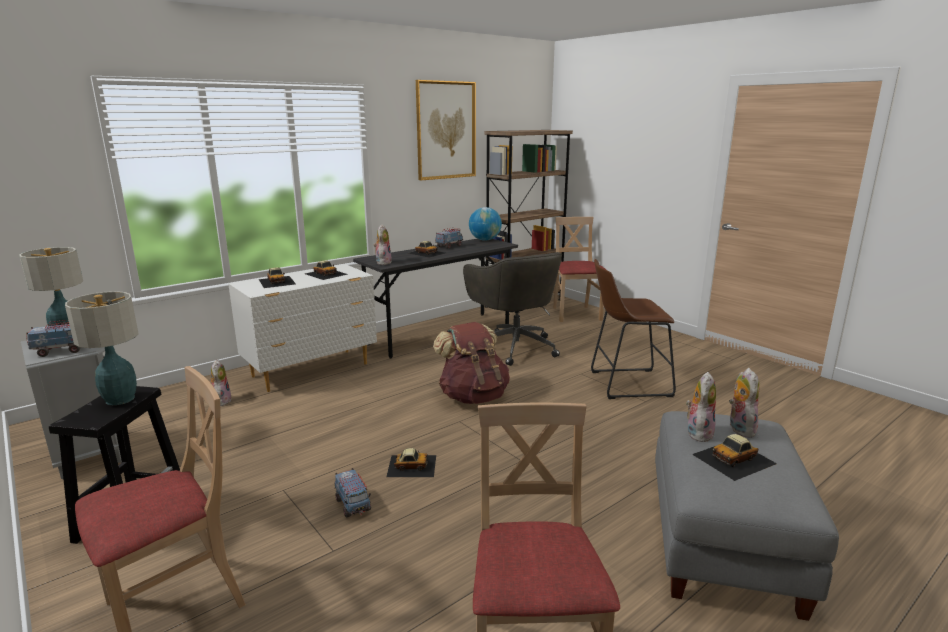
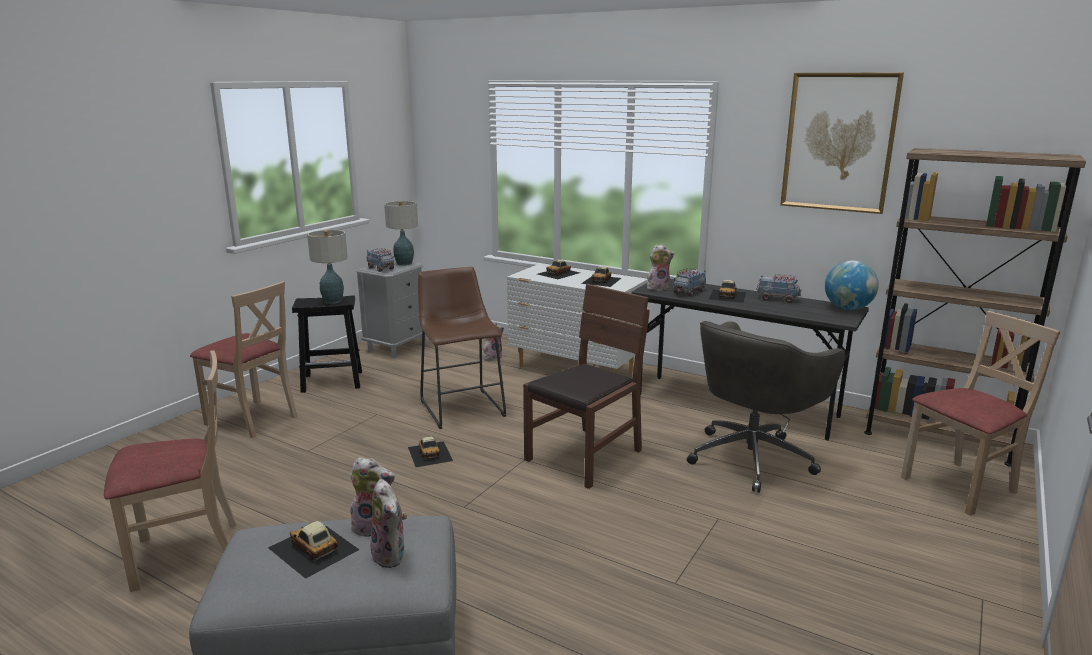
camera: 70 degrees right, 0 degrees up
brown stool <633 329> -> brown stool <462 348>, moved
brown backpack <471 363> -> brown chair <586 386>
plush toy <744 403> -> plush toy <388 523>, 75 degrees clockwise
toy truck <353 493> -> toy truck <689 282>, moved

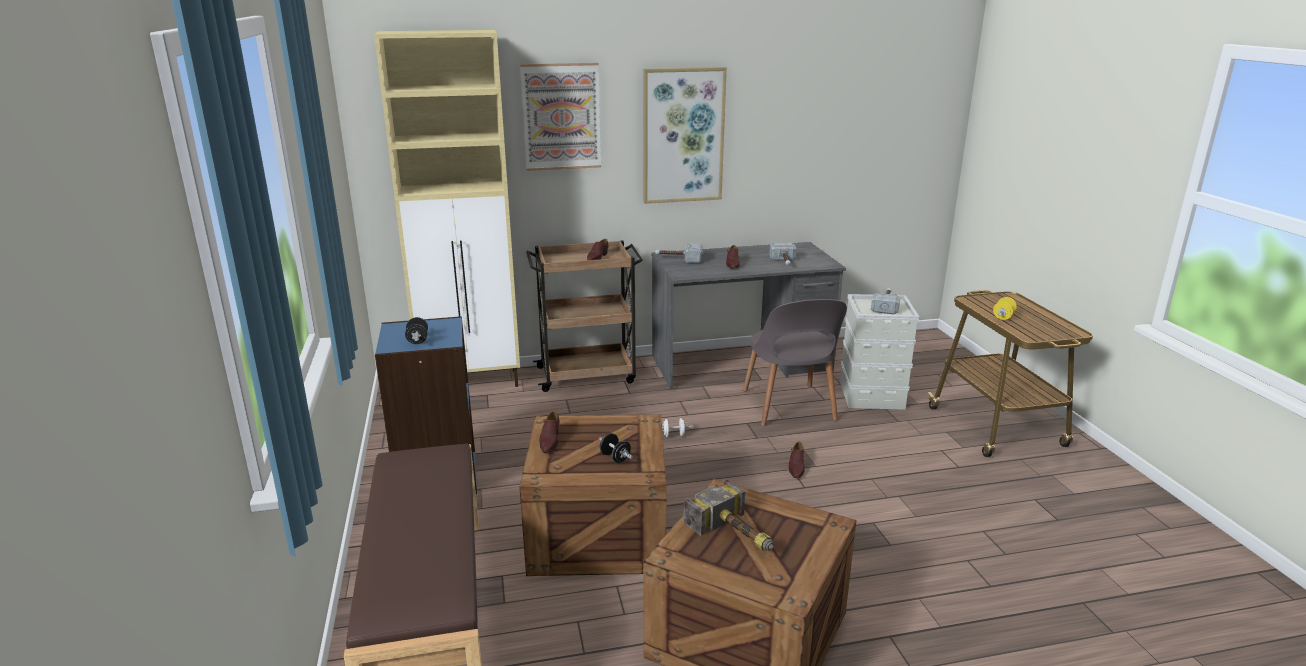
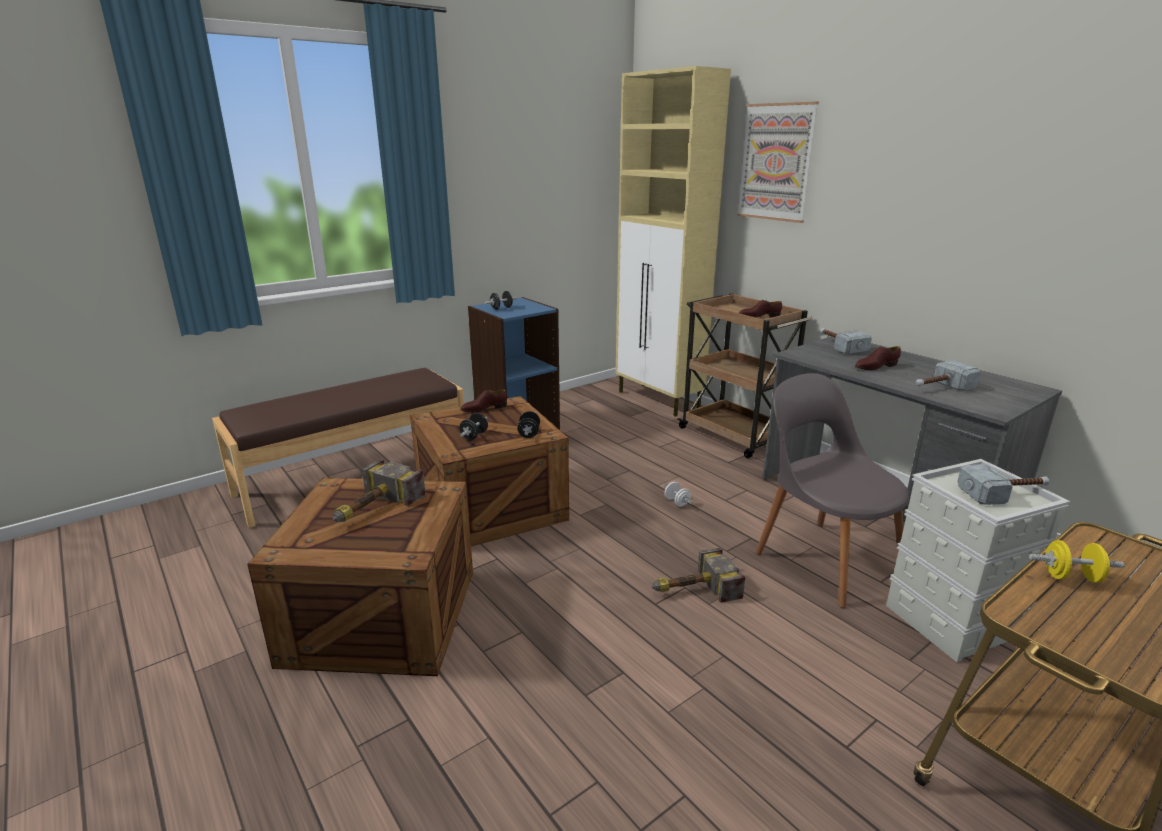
camera: 65 degrees right, 0 degrees up
picture <685 135> -> none
grey chair <795 362> -> grey chair <832 490>, 90 degrees clockwise
brown shoe <796 460> -> hammer <698 575>
none -> black dumbbell <528 424>

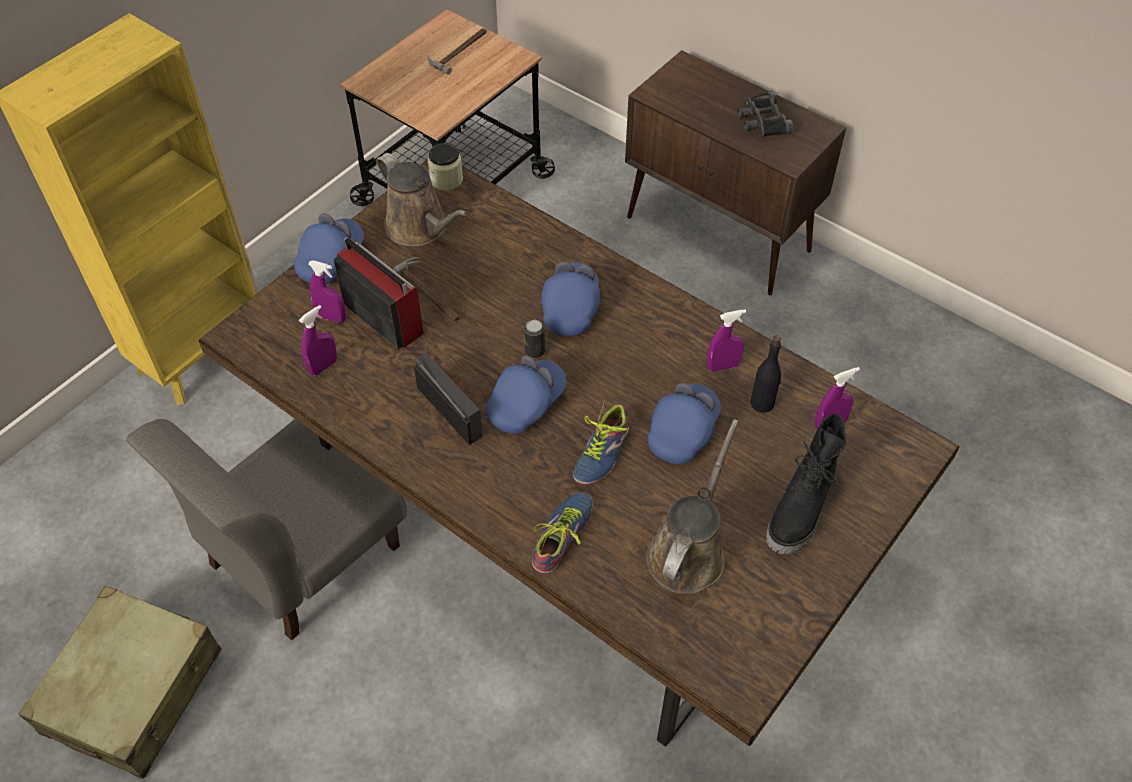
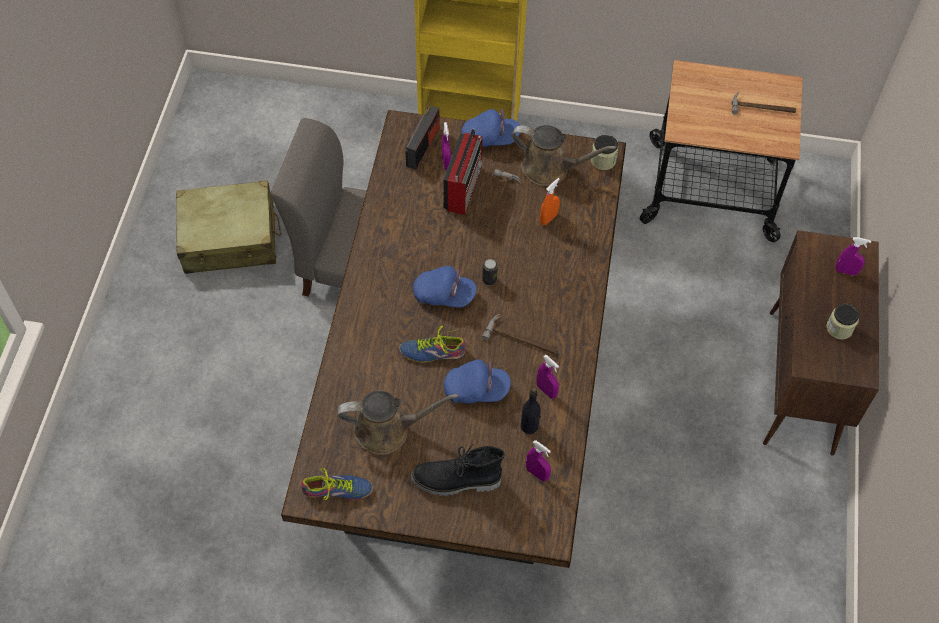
camera: 60 degrees right, 5 degrees up
black binoculars <765 114> -> jar <842 322>
brown watering can <422 200> -> brown watering can <563 155>, 90 degrees counterclockwise
blue cap <571 299> -> none
purple spray bottle <318 340> -> purple spray bottle <853 256>, moved
radio <448 399> -> radio <422 136>, moved
shoe <562 533> -> shoe <337 484>, moved
none -> orange spray bottle <550 201>
none -> hammer <519 334>

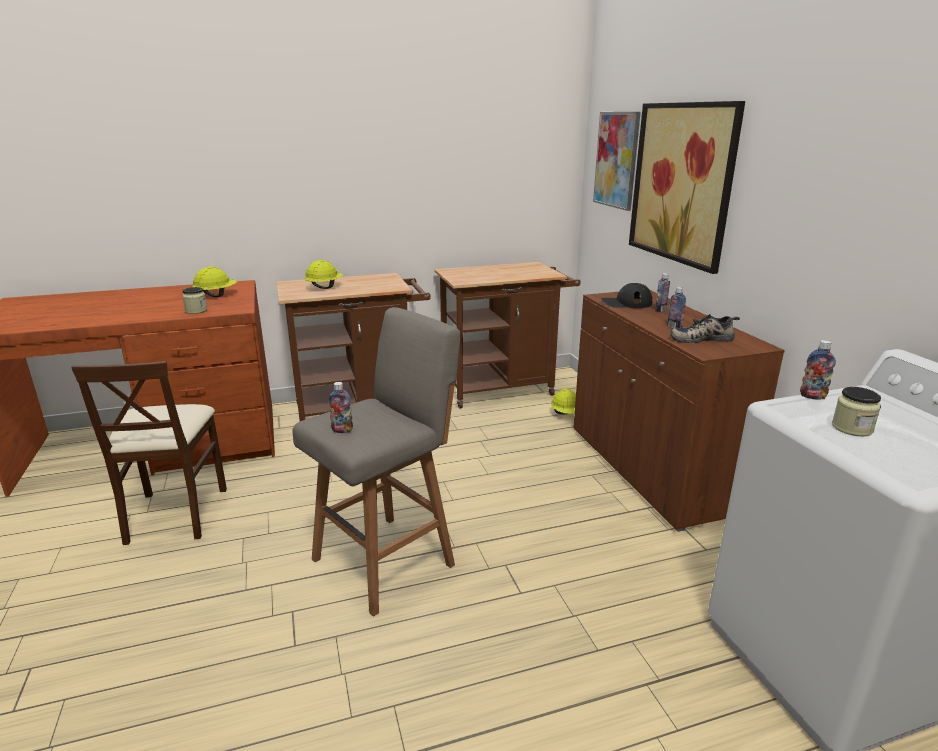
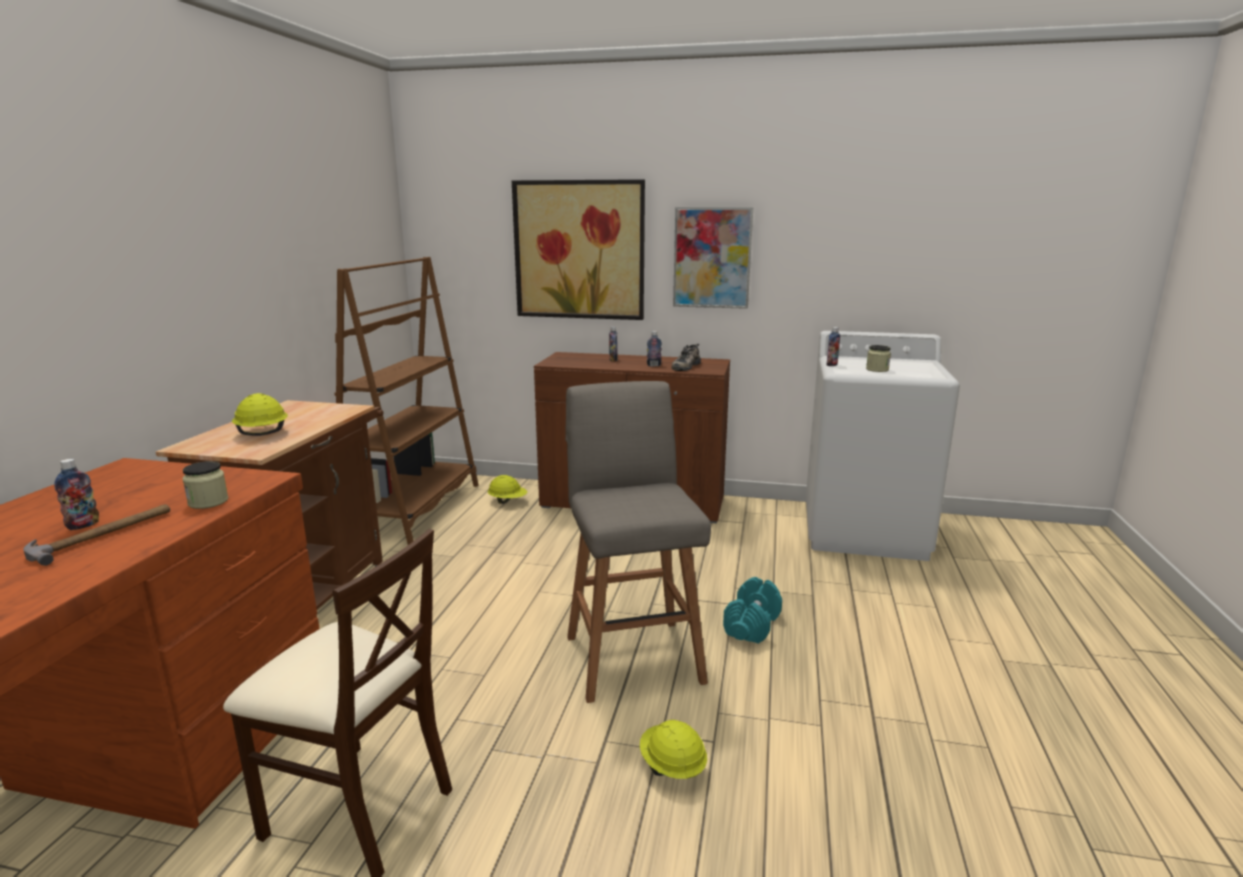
camera: 60 degrees left, 5 degrees down
picture <617 161> -> picture <713 258>, moved
brown cart <507 335> -> brown bookcase <407 401>
yellow hard hat <214 281> -> yellow hard hat <673 749>, moved
black cap <627 295> -> none
bottle <340 407> -> bottle <76 494>, moved
none -> hammer <96 535>
none -> turquoise dumbbell <752 610>

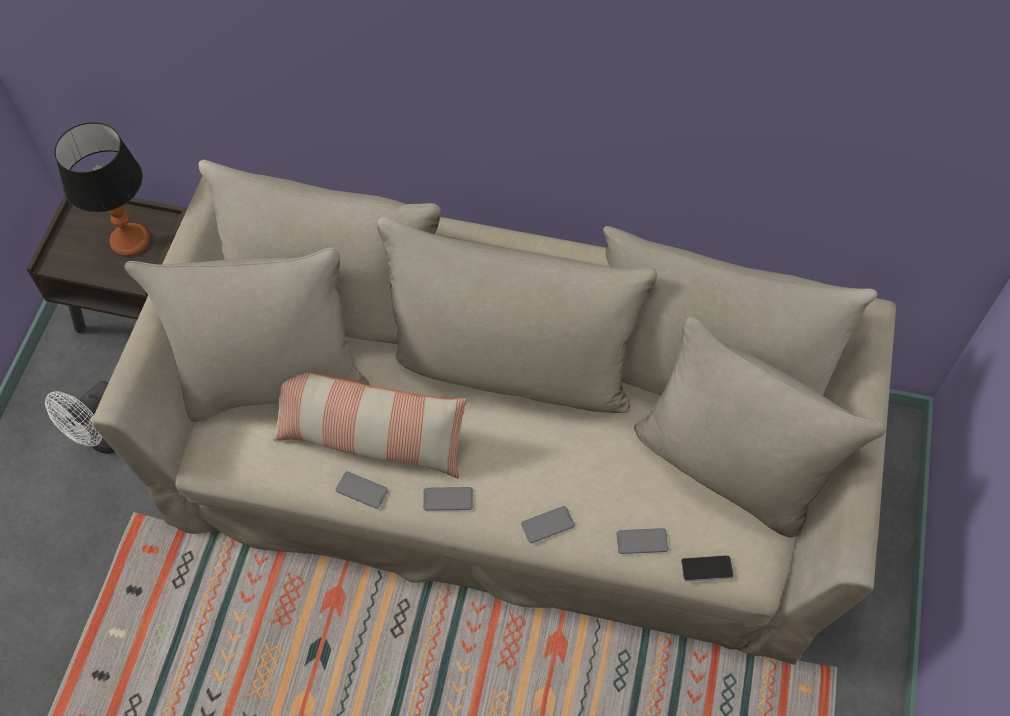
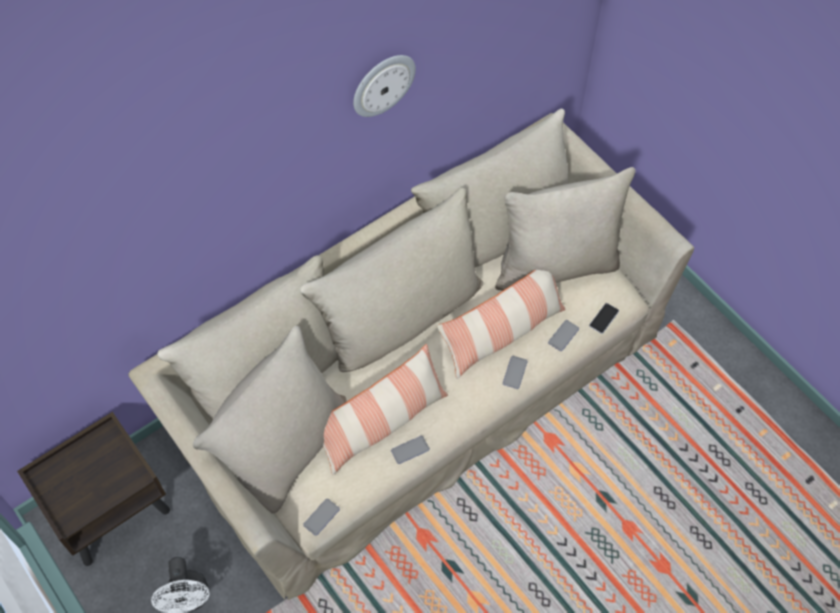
camera: 50 degrees left, 0 degrees up
table lamp <102 189> -> none
phone <447 499> -> phone <321 517>, moved
none -> wall clock <384 86>
none -> pillow <501 324>

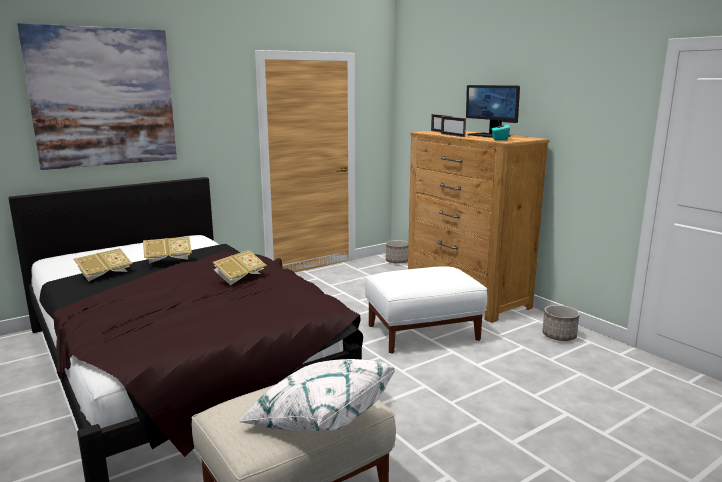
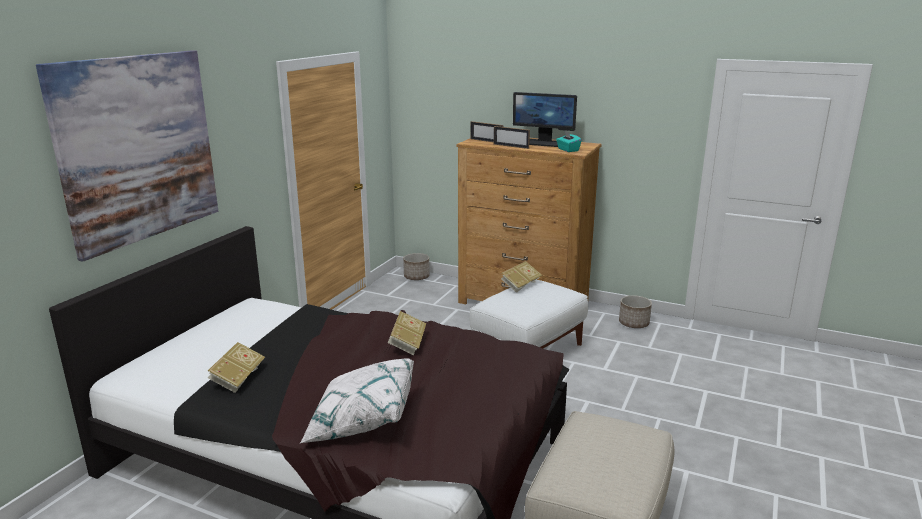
camera: 30 degrees left, 5 degrees up
book <167 250> -> book <521 277>, moved
white pillow <316 395> -> white pillow <357 400>, moved

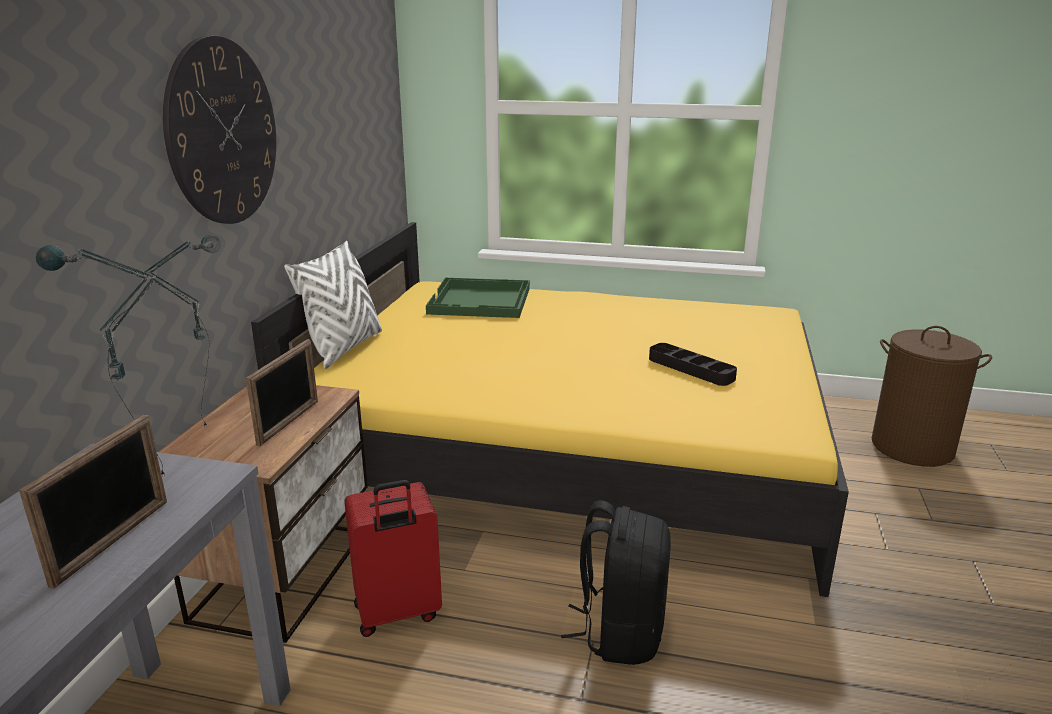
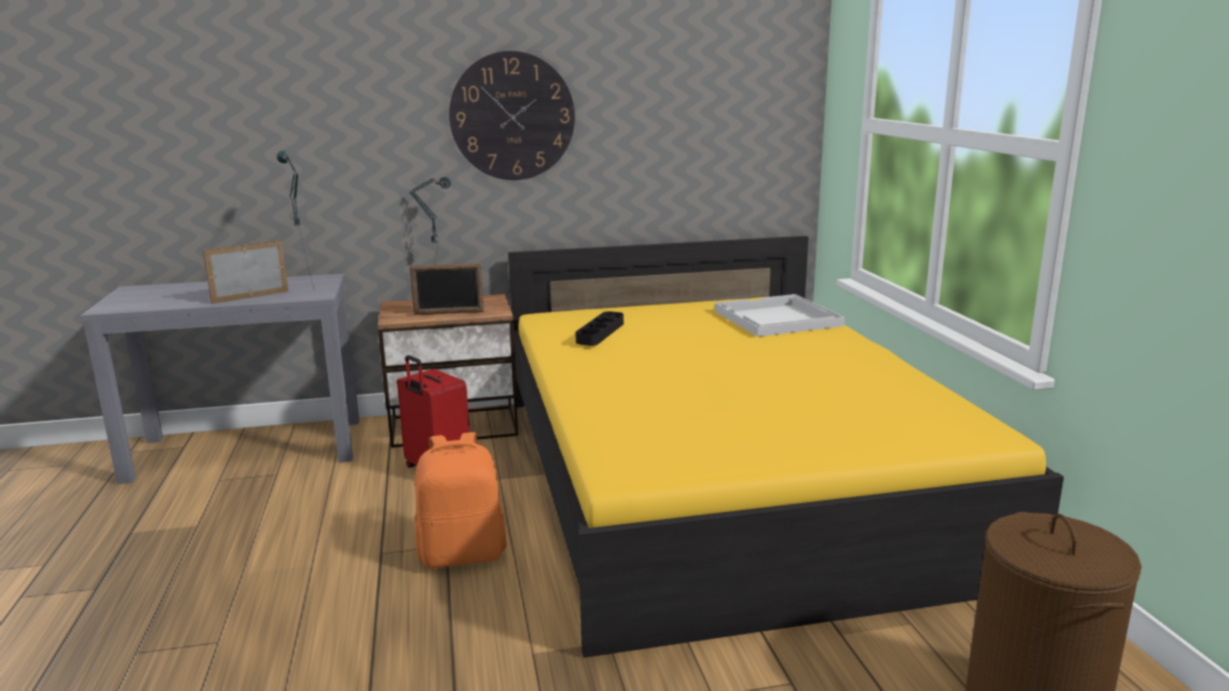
camera: 65 degrees right, 5 degrees down
white pillow <333 305> -> none
green tray <478 298> -> white tray <780 315>
black tray <693 364> -> black tray <599 328>, moved
picture frame <93 502> -> picture frame <245 272>, 150 degrees clockwise
black backpack <616 583> -> orange backpack <461 500>

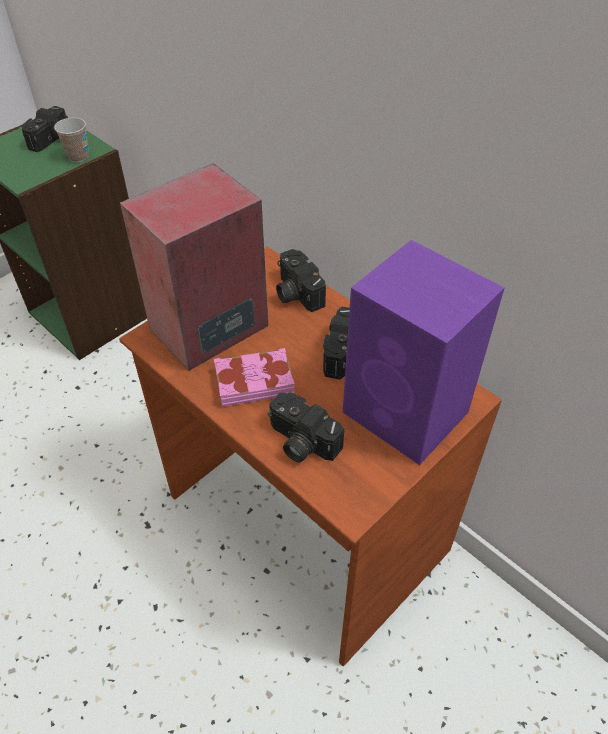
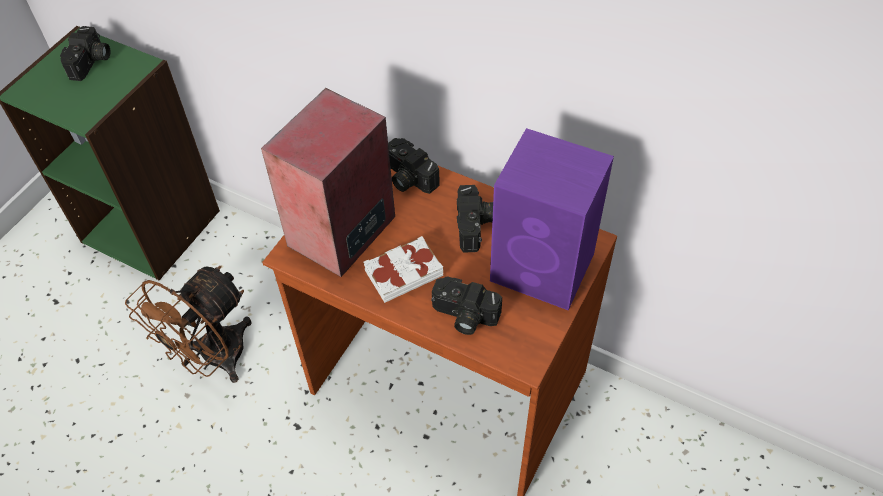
camera: 15 degrees left, 5 degrees up
cup <71 140> -> none
pink book <254 377> -> white book <403 269>
none -> brown fan <188 324>

